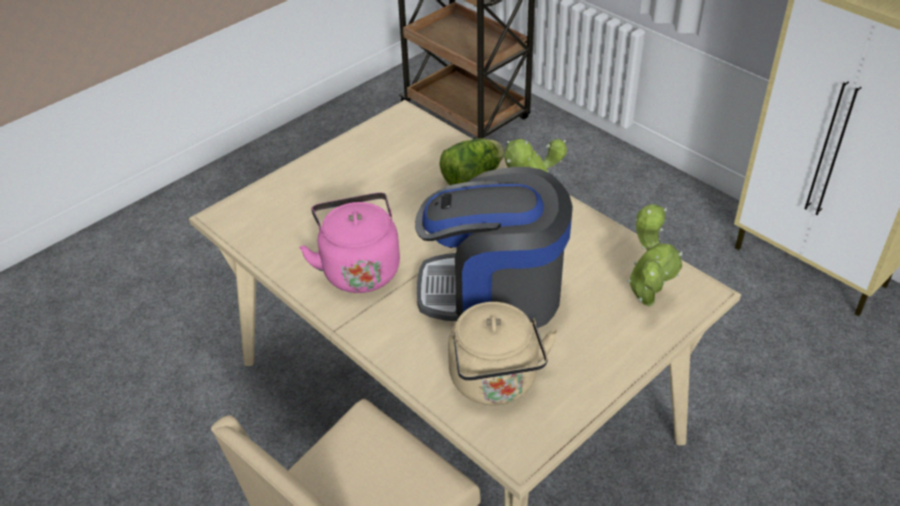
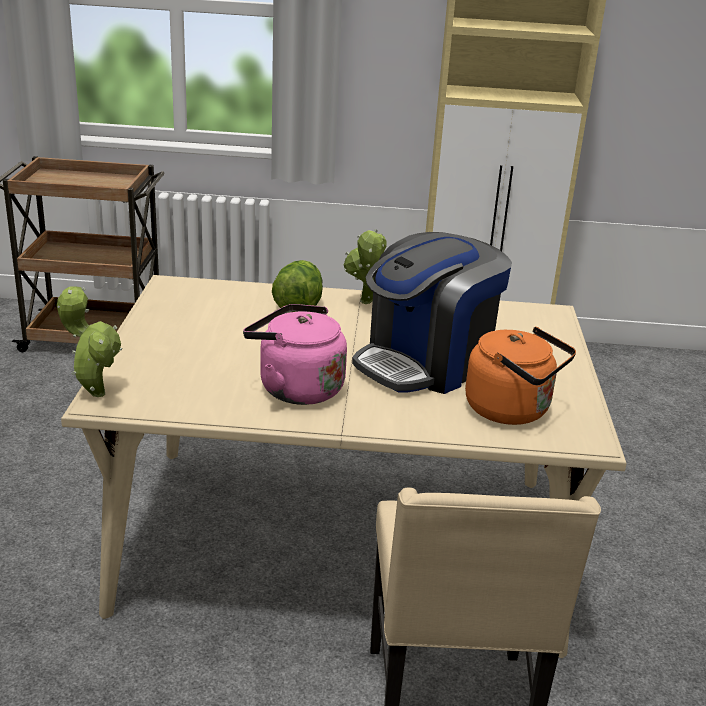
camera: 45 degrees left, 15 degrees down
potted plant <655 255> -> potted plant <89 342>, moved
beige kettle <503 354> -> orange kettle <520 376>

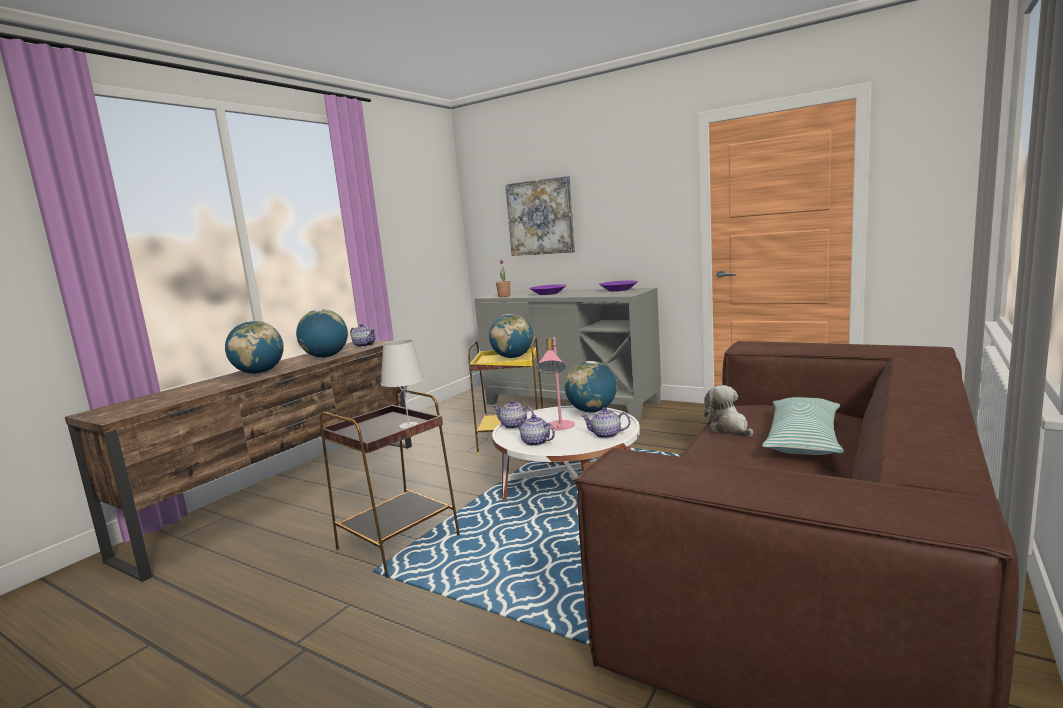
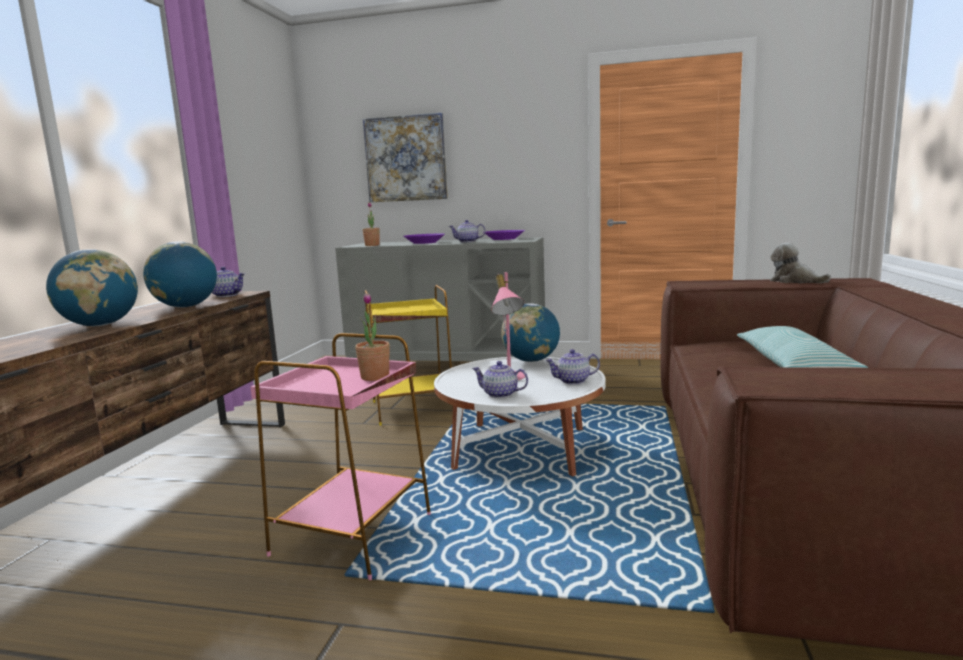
camera: 20 degrees left, 0 degrees up
globe <511 336> -> none
white table lamp <403 384> -> potted plant <372 337>
plush toy <729 411> -> plush toy <800 263>, moved
brown side table <390 483> -> pink side table <340 456>
teapot <513 414> -> teapot <467 231>, moved

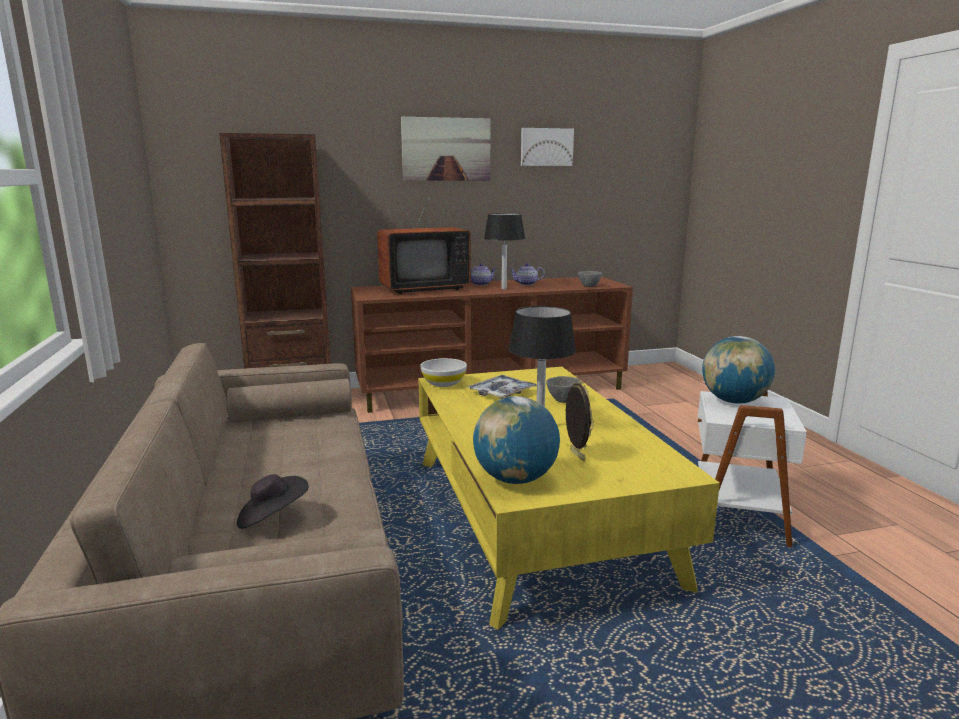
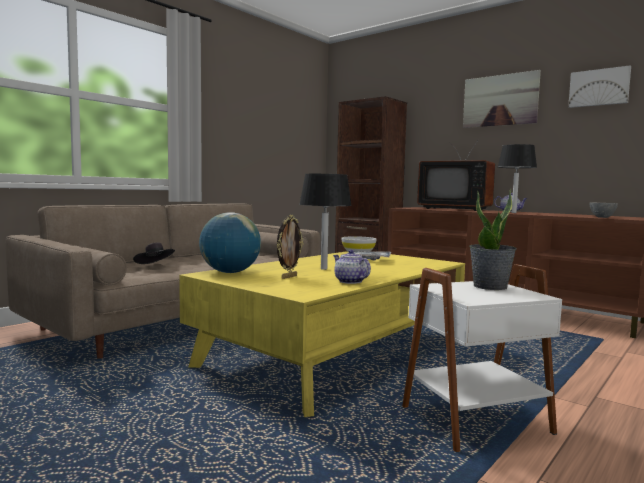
camera: 55 degrees right, 10 degrees down
teapot <527 274> -> teapot <352 267>, moved
globe <738 370> -> potted plant <493 239>
grey bowl <563 389> -> none

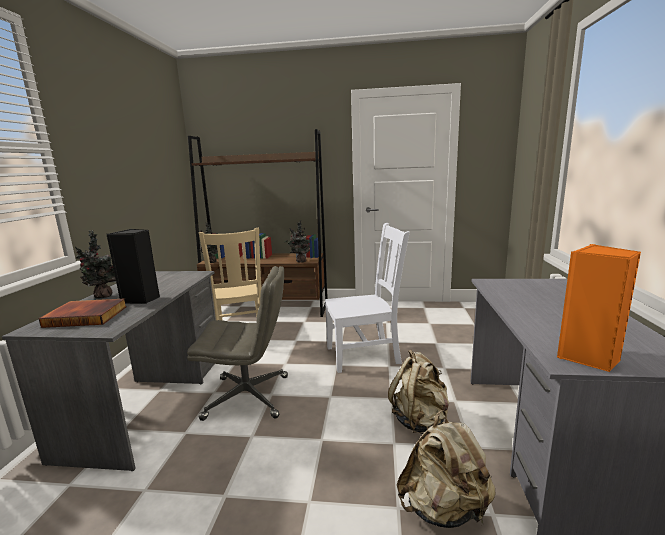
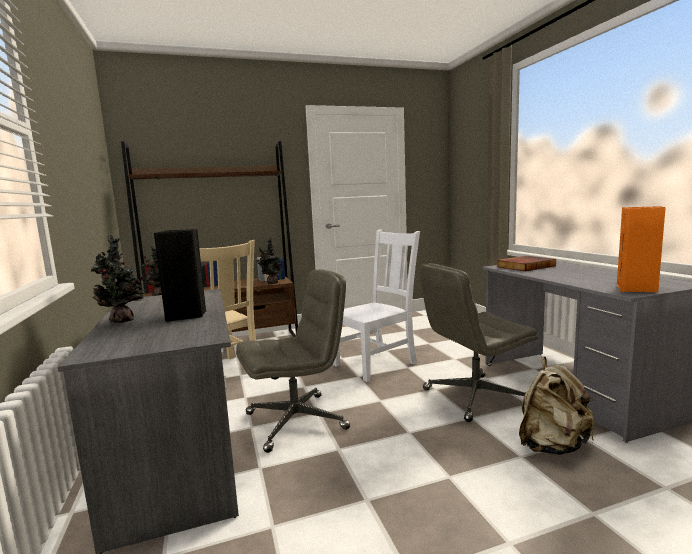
camera: 25 degrees left, 5 degrees down
book <82 313> -> book <526 263>, moved
beige backpack <418 392> -> grey office chair <478 342>

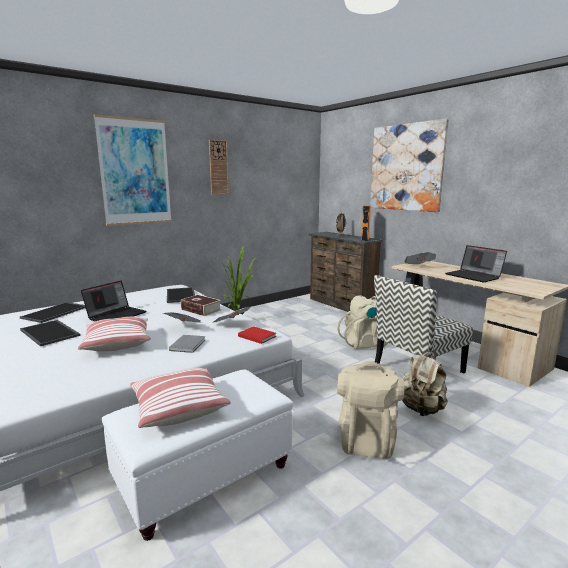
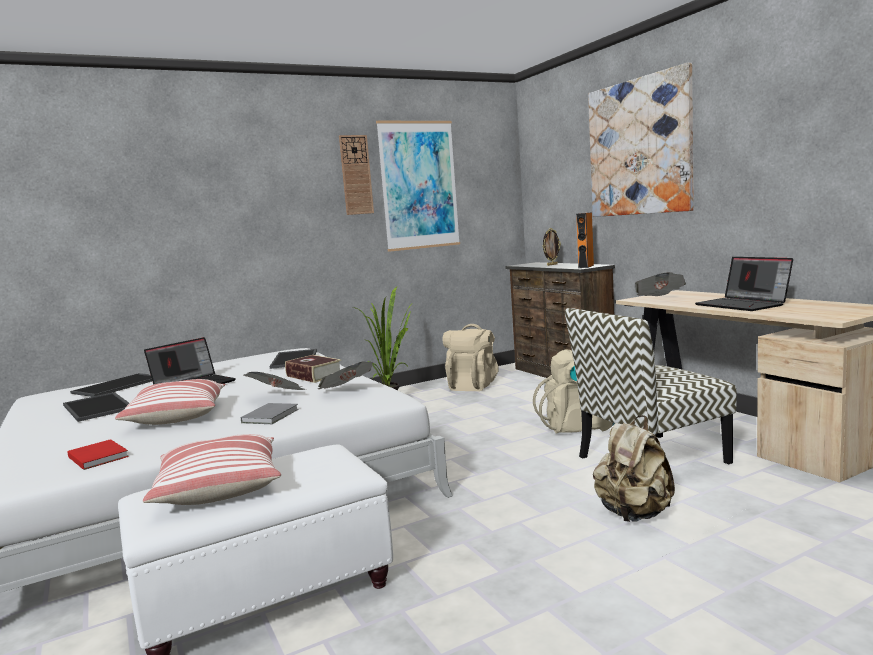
camera: 10 degrees right, 5 degrees down
picture <133 170> -> picture <418 186>, moved
red book <257 335> -> red book <98 454>, moved
beige backpack <370 410> -> beige backpack <471 357>, moved

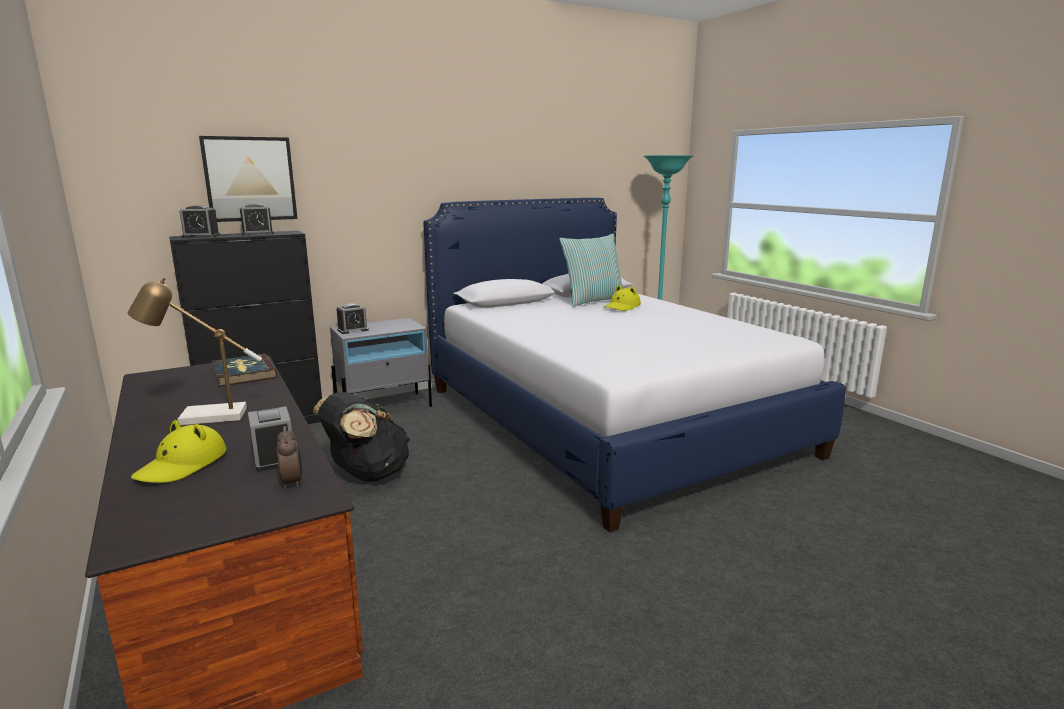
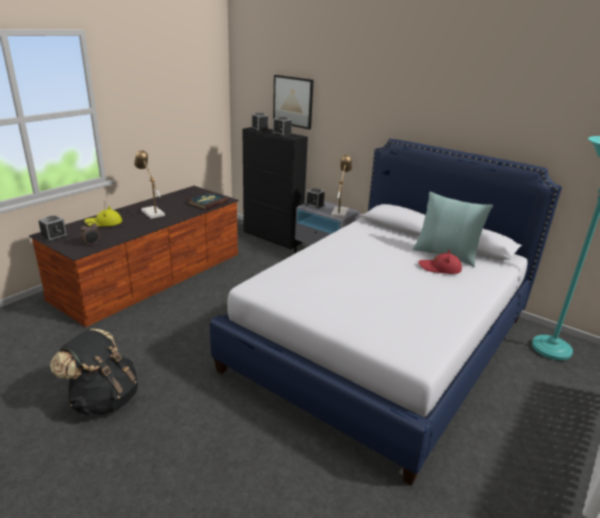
camera: 65 degrees right, 10 degrees up
yellow hat <622 298> -> red hat <440 261>
black backpack <361 437> -> black backpack <94 372>, moved
alarm clock <270 439> -> alarm clock <53 228>, moved
none -> table lamp <341 186>

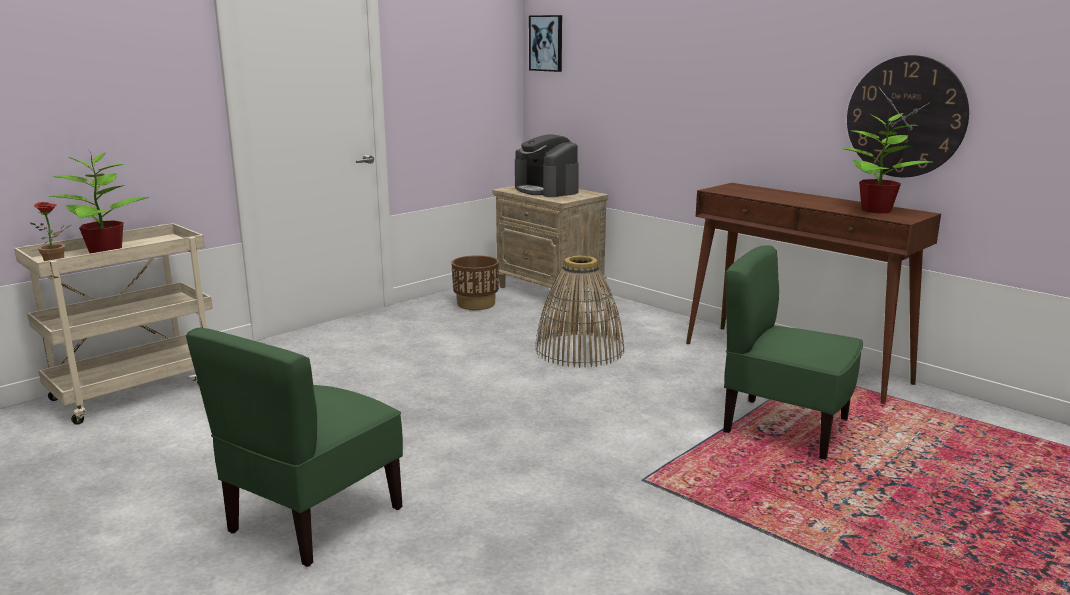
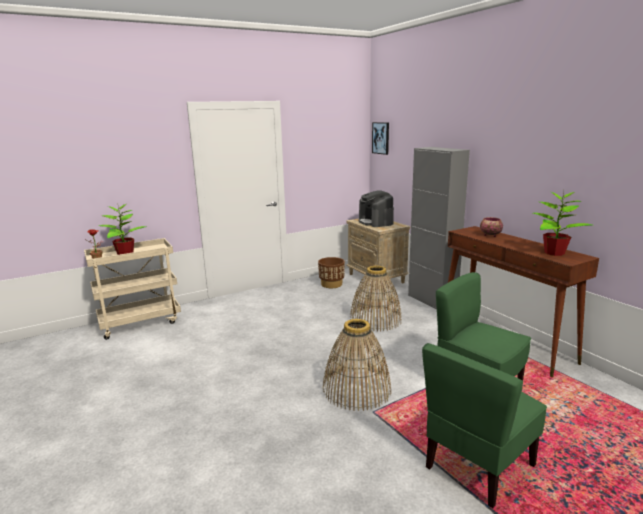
camera: 15 degrees right, 0 degrees up
wall clock <908 116> -> none
green chair <294 447> -> green chair <484 425>, moved
none -> grey cabinet <439 228>
none -> bowl <491 227>
none -> basket <357 365>

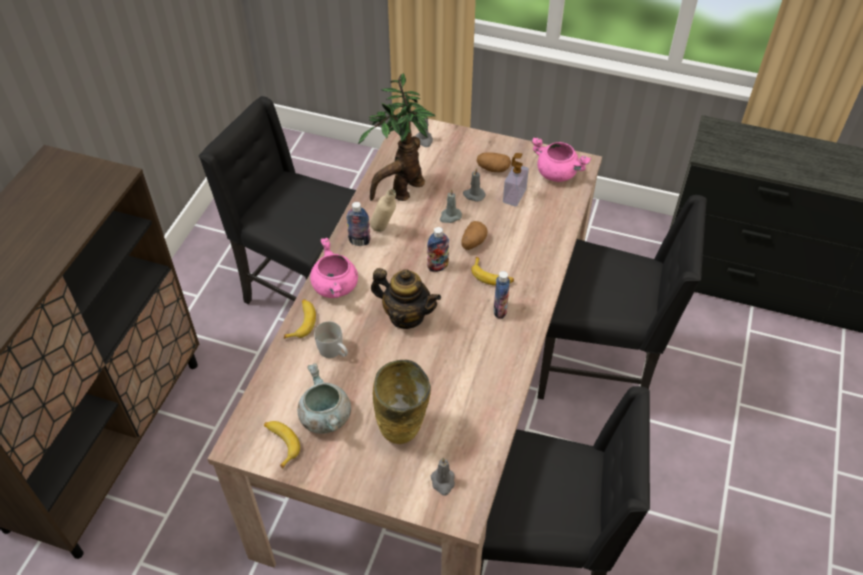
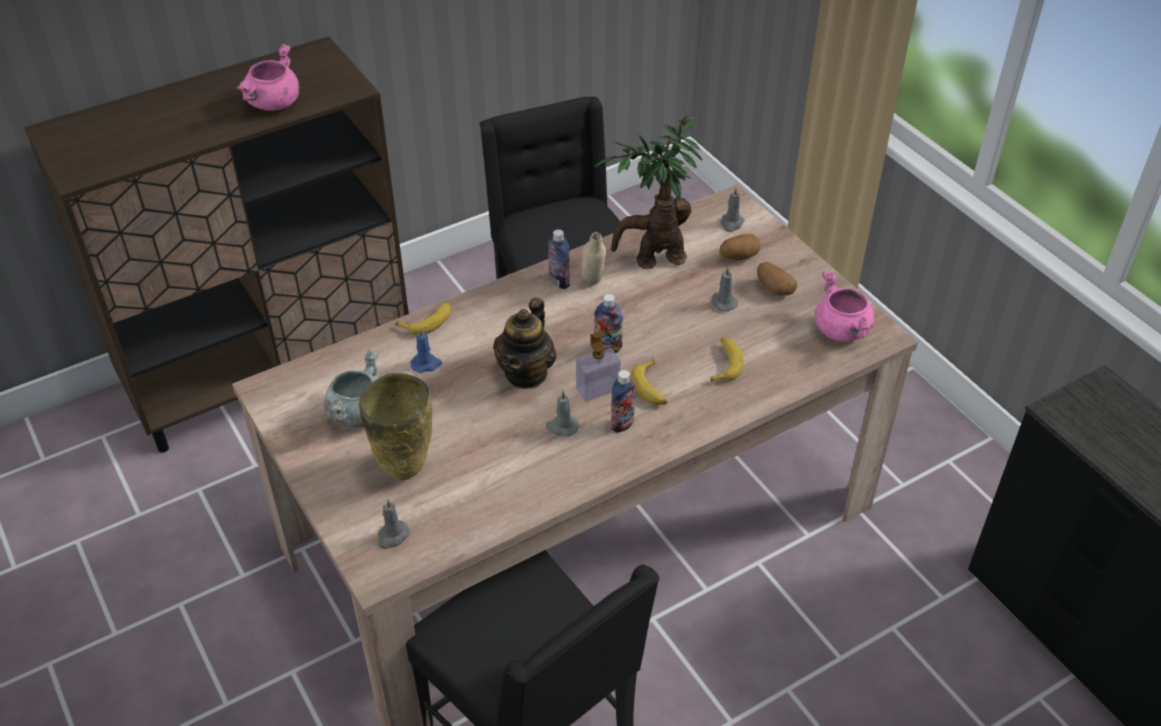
camera: 40 degrees right, 5 degrees down
soap dispenser <516 180> -> soap dispenser <598 366>, moved
grey candle <451 206> -> grey candle <562 413>, moved
black chair <622 297> -> none
potato <474 235> -> potato <740 247>, moved
pink cooking pot <334 268> -> pink cooking pot <268 77>, moved
teapot <406 298> -> teapot <524 343>, 45 degrees clockwise
white mug <331 339> -> blue candle <427 350>
banana <282 445> -> banana <727 359>, moved

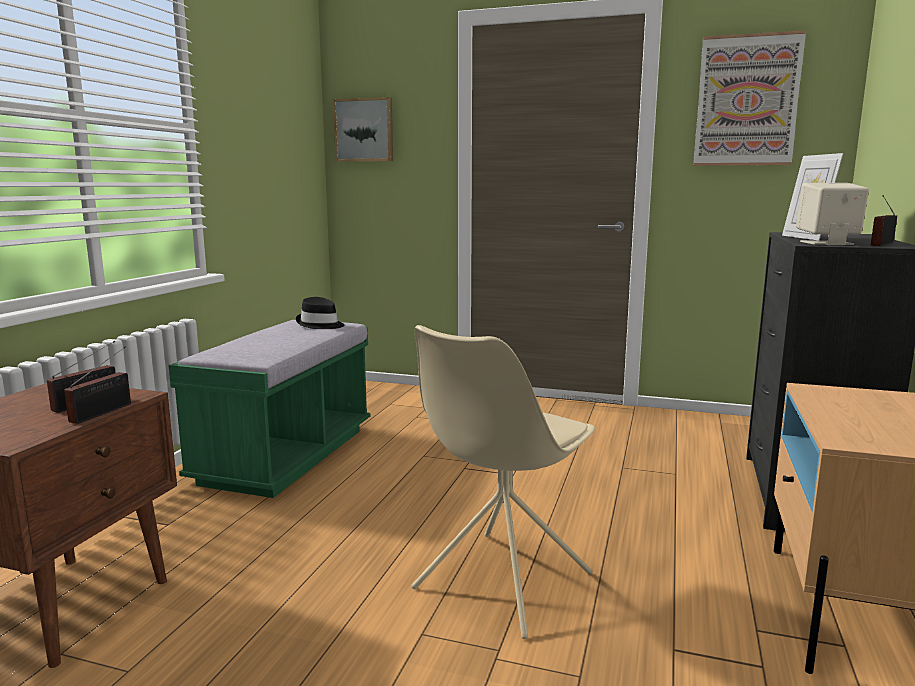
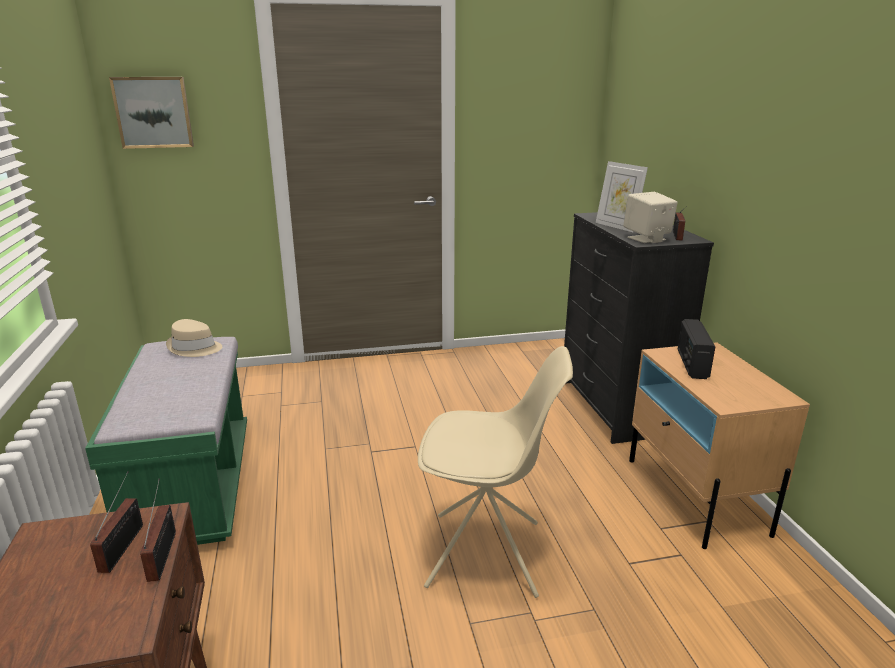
camera: 30 degrees left, 10 degrees up
picture <749 98> -> none
black hat <320 313> -> beige hat <194 338>
beige chair <503 482> -> beige chair <495 472>, 90 degrees counterclockwise
none -> radio <697 349>

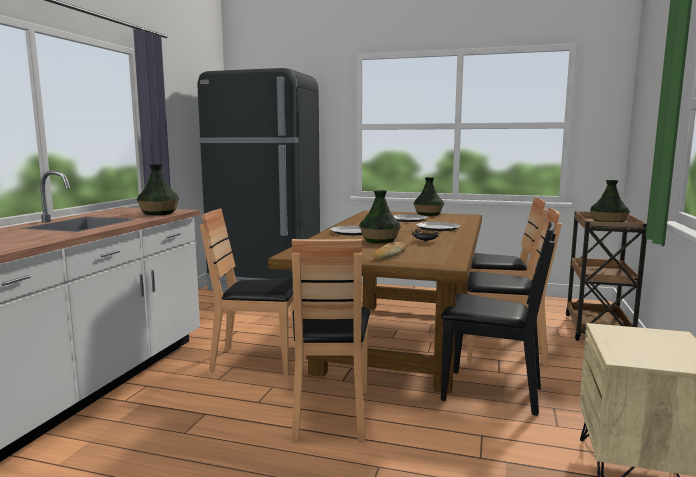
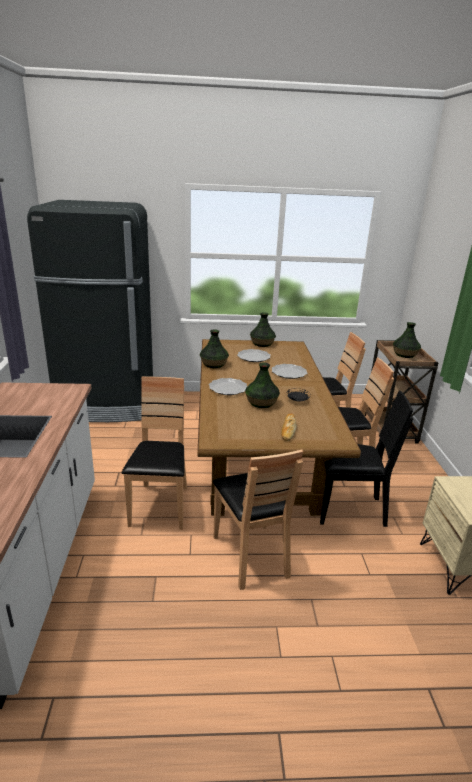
camera: 20 degrees left, 15 degrees up
vase <158 189> -> vase <214 349>, moved
brown chair <247 292> -> brown chair <154 453>, 105 degrees clockwise

